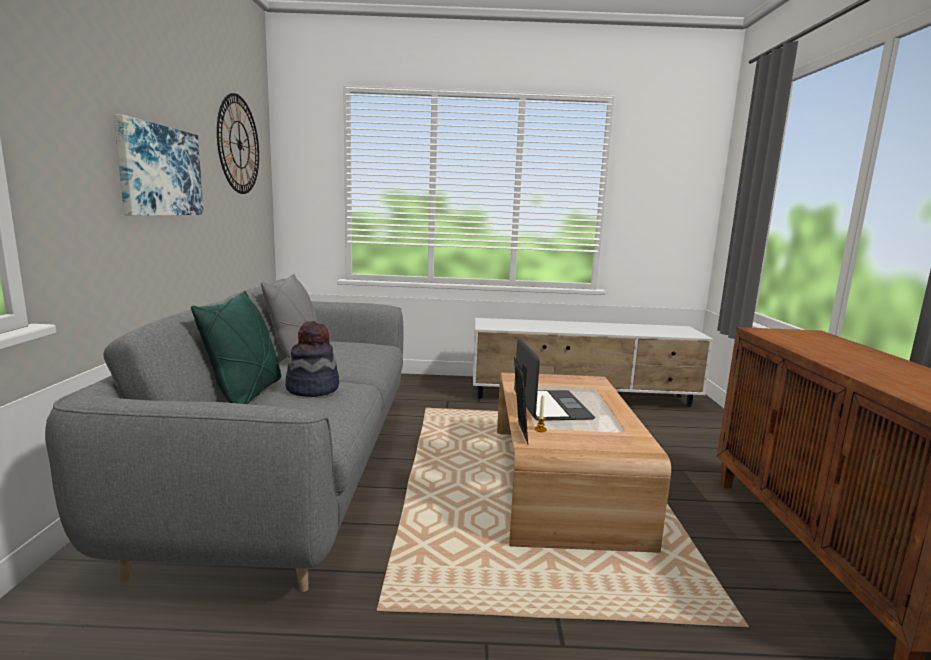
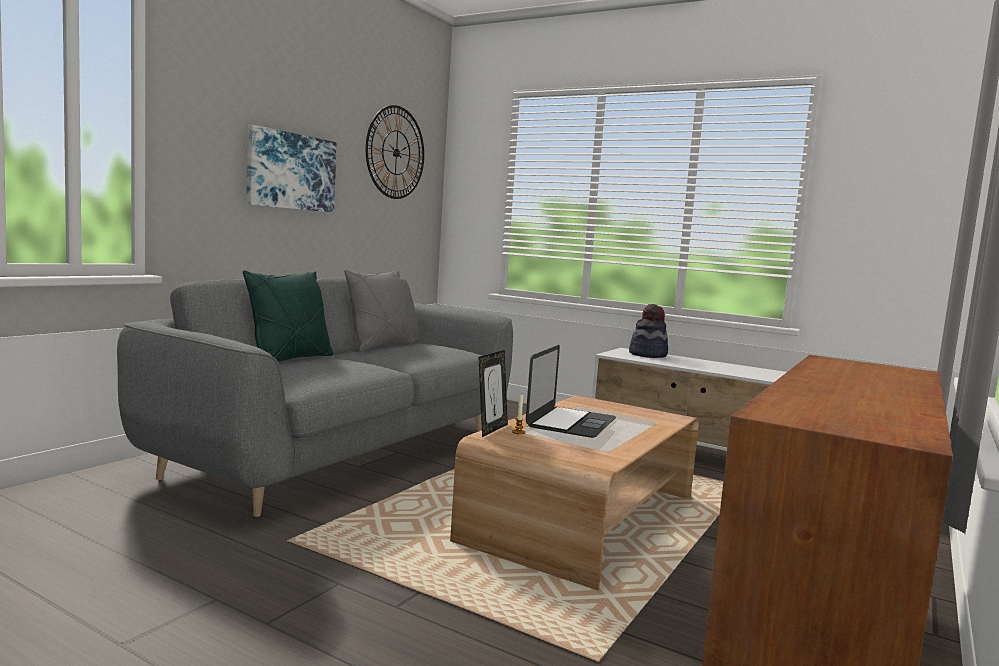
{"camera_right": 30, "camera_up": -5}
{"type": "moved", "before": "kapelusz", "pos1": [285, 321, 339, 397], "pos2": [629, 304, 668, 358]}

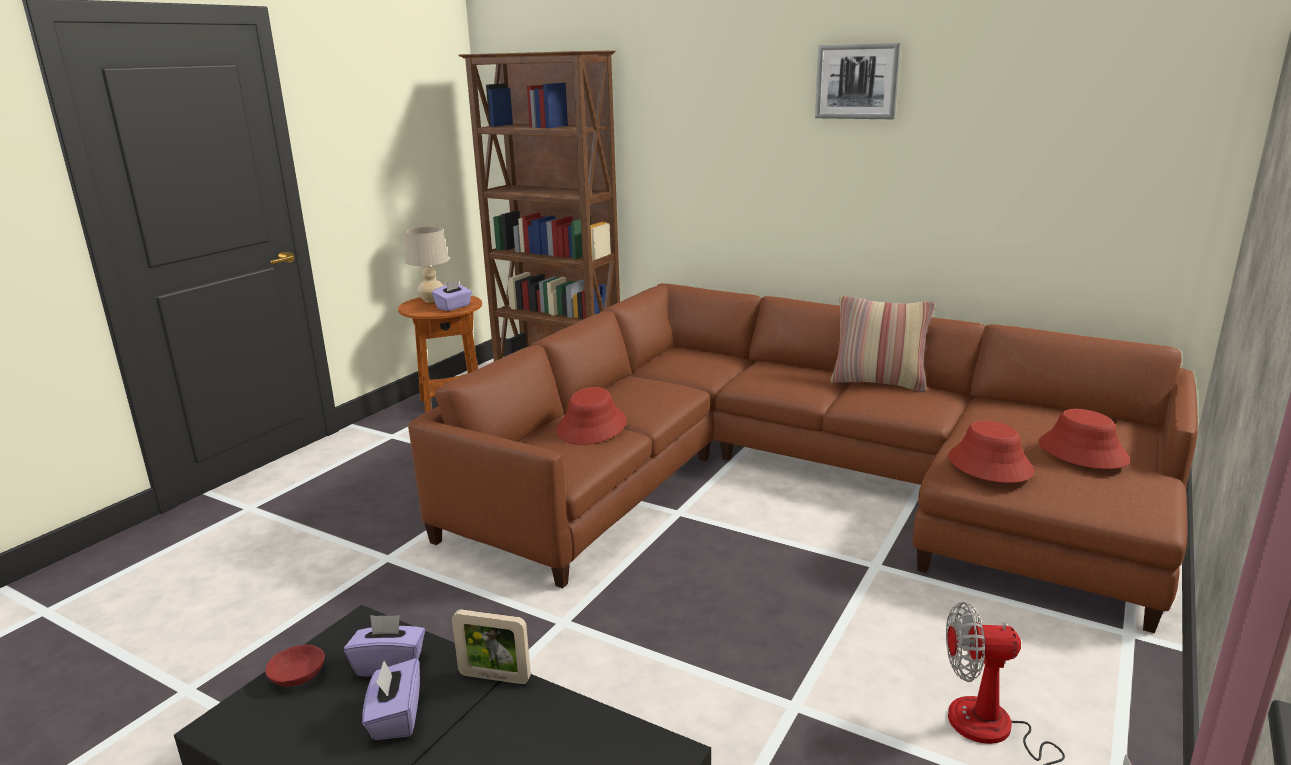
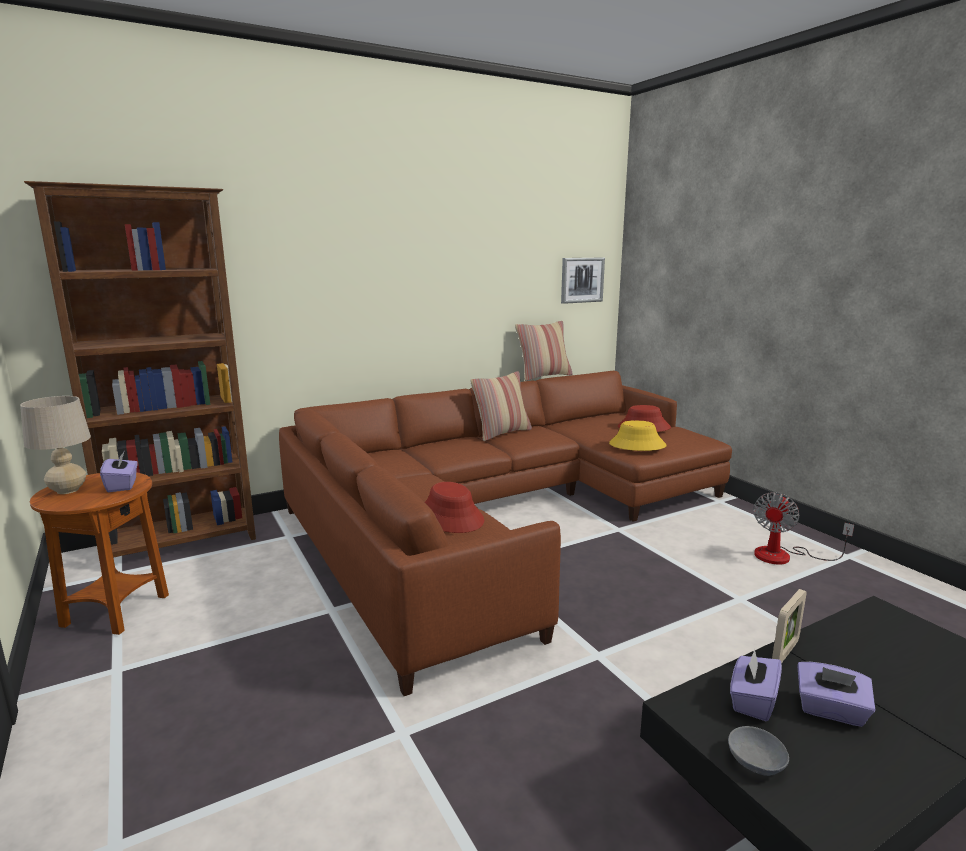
{"camera_right": -60, "camera_up": -5}
{"type": "added", "after": "poduszka", "pos2": [515, 321, 572, 381]}
{"type": "moved", "before": "obraz", "pos1": [815, 43, 901, 119], "pos2": [561, 258, 605, 304]}
{"type": "recoloured", "before": "miska [czerwony]", "after": "miska [szary]", "pos1": [265, 645, 325, 687], "pos2": [728, 726, 789, 776]}
{"type": "recoloured", "before": "kapelusz [czerwony]", "after": "kapelusz [żółty]", "pos1": [949, 420, 1034, 483], "pos2": [609, 420, 667, 451]}

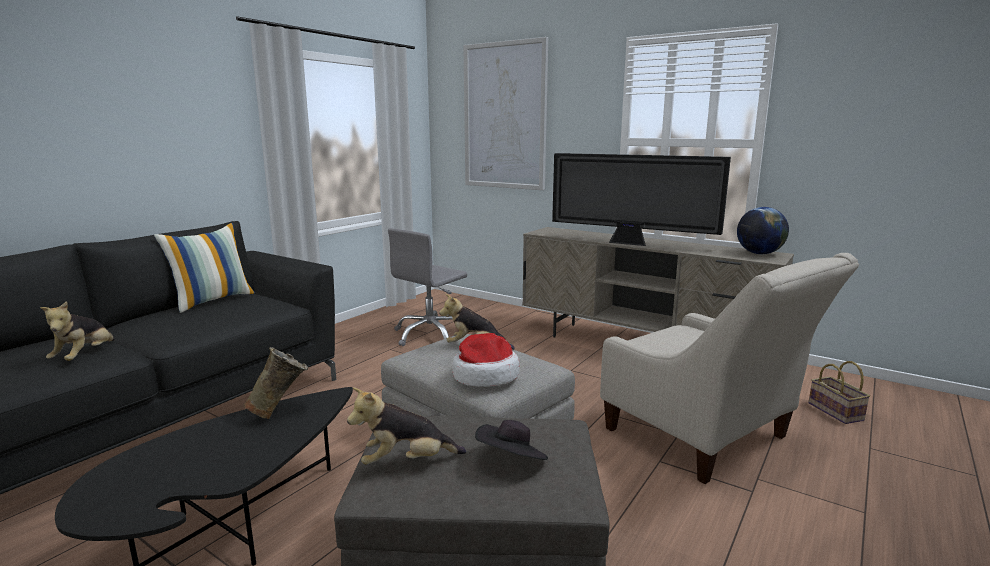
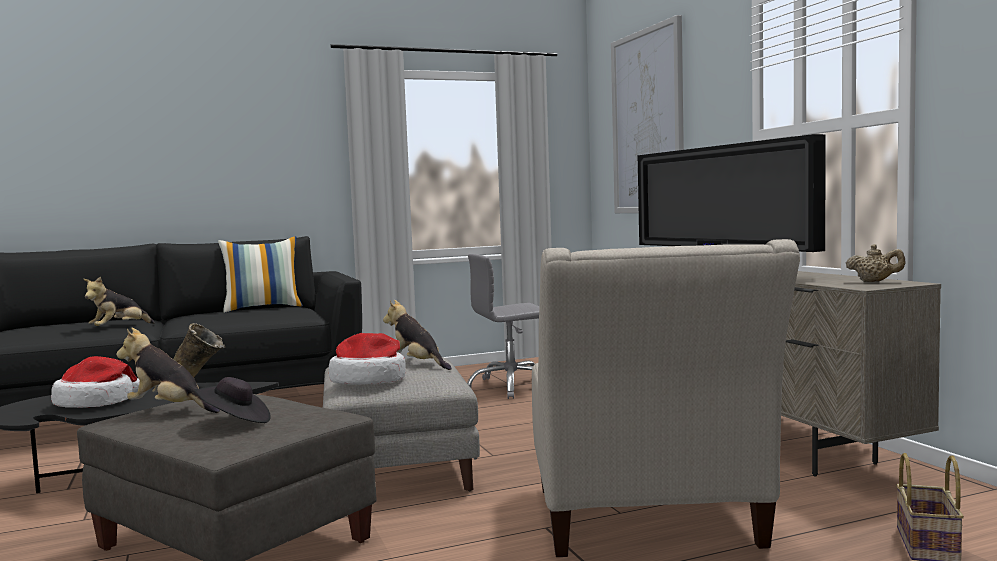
{"camera_right": 35, "camera_up": -10}
{"type": "added", "after": "kapelusz", "pos2": [51, 356, 140, 408]}
{"type": "replaced", "before": "globus", "after": "imbryk [beżowy]", "pos1": [737, 207, 789, 254], "pos2": [846, 244, 906, 282]}

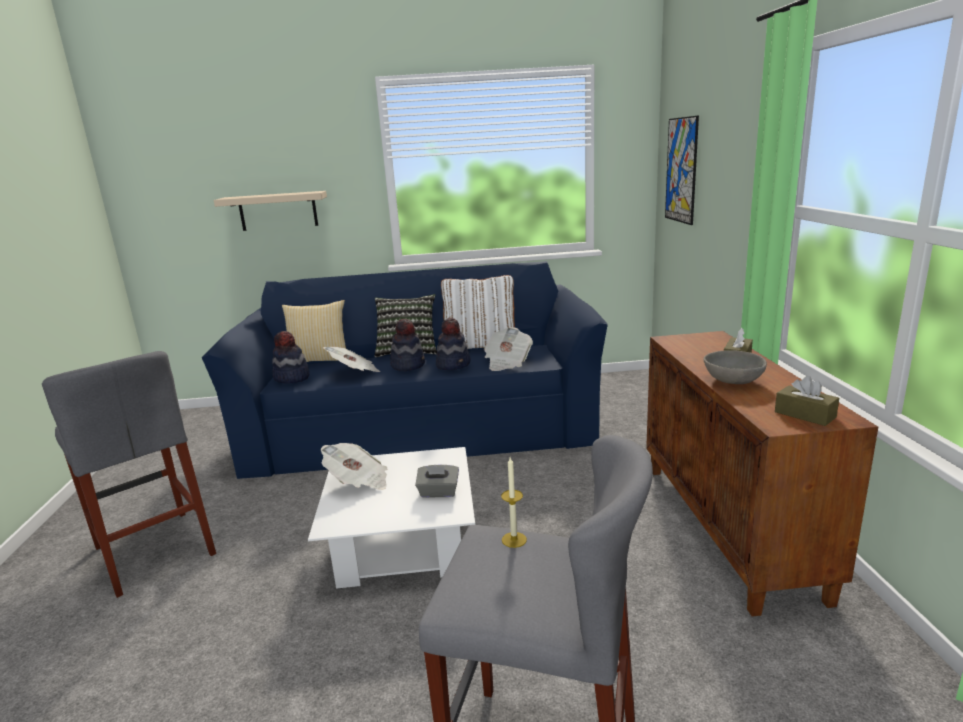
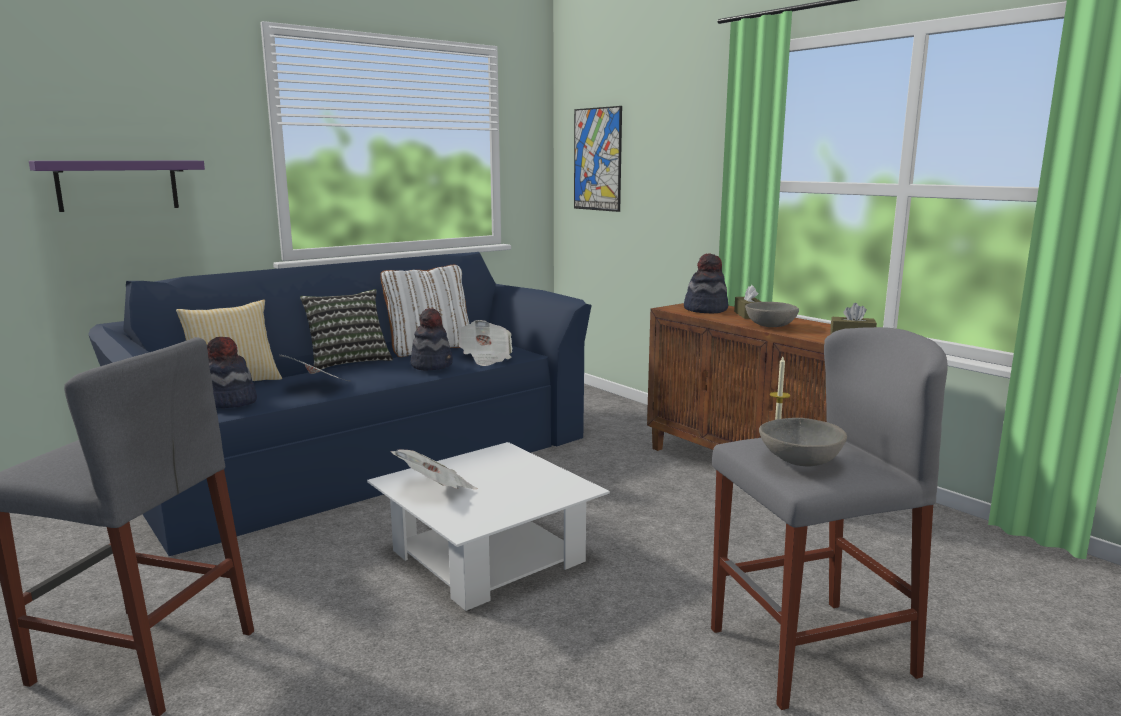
{"camera_right": -35, "camera_up": -5}
{"type": "removed", "before": "pudełko chusteczek [szary]", "pos1": [415, 465, 459, 498]}
{"type": "added", "after": "miska [szary]", "pos2": [759, 418, 847, 466]}
{"type": "moved", "before": "kapelusz", "pos1": [390, 319, 425, 371], "pos2": [684, 253, 728, 313]}
{"type": "recoloured", "before": "półka [beżowy]", "after": "półka [fioletowy]", "pos1": [214, 191, 327, 231], "pos2": [29, 161, 205, 212]}

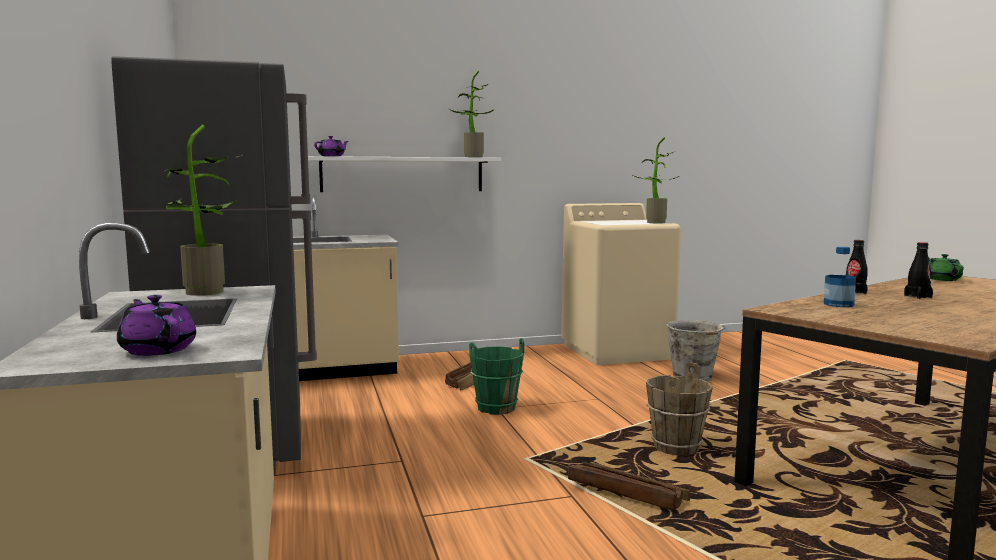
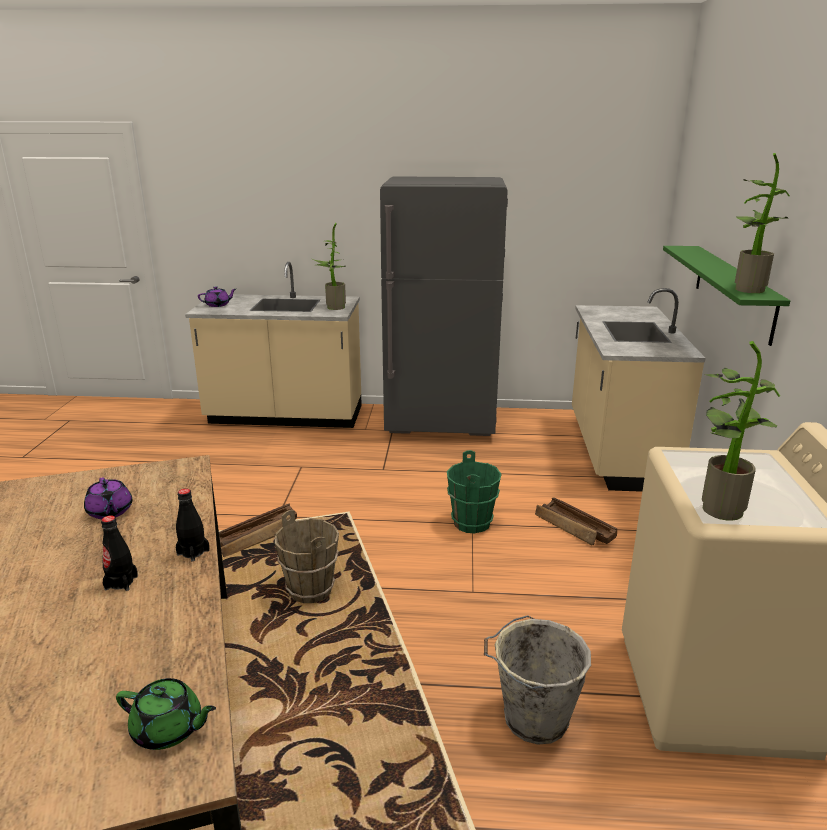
{"camera_right": 110, "camera_up": 15}
{"type": "removed", "before": "butelka", "pos1": [824, 246, 856, 307]}
{"type": "moved", "before": "imbryk [fioletowy]", "pos1": [314, 136, 348, 157], "pos2": [84, 477, 132, 519]}
{"type": "recoloured", "before": "półka [biały]", "after": "półka [zielony]", "pos1": [308, 156, 501, 192], "pos2": [663, 246, 790, 346]}

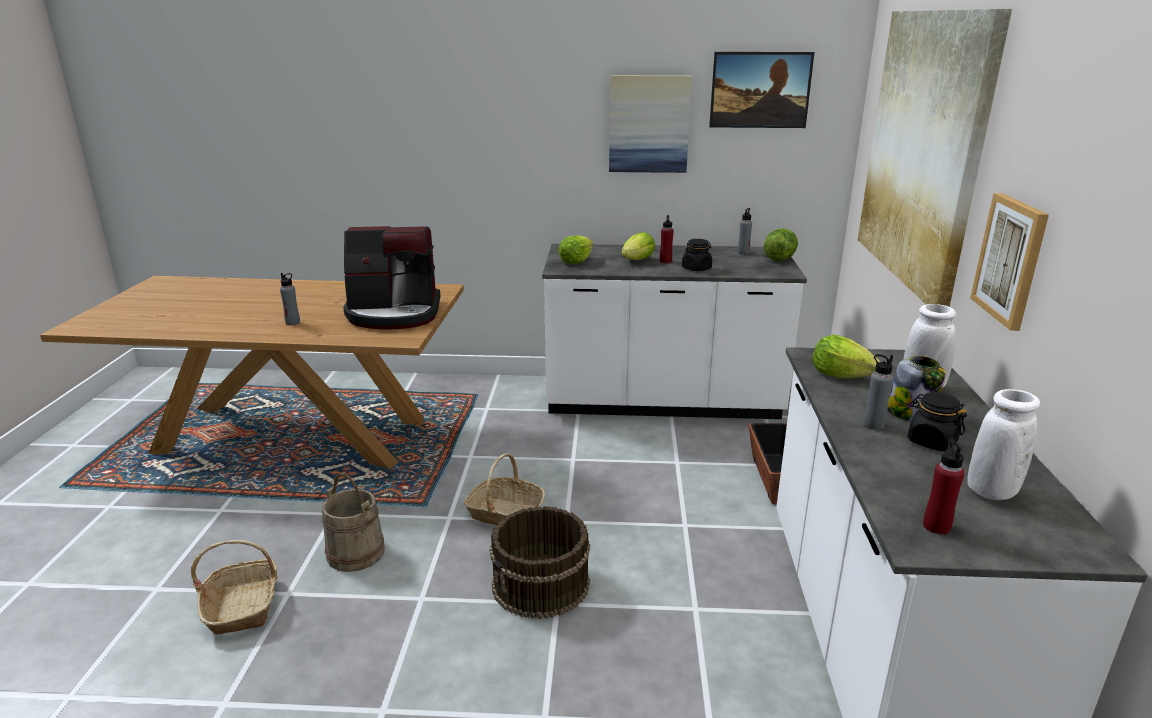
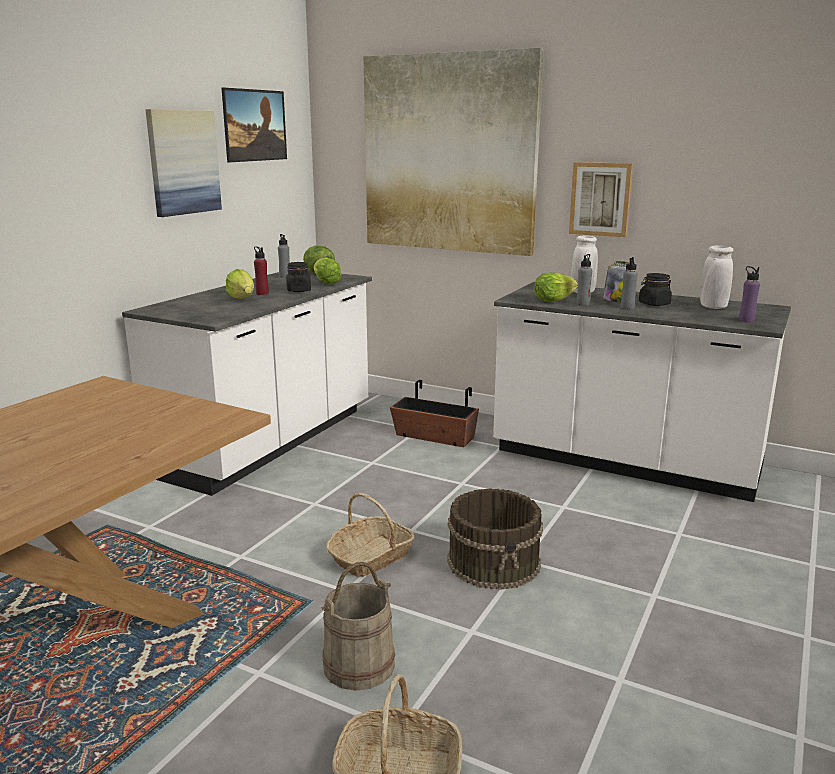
{"camera_right": -65, "camera_up": -5}
{"type": "removed", "before": "ekspres do kawy", "pos1": [343, 226, 440, 330]}
{"type": "moved", "before": "butelka [szary]", "pos1": [280, 273, 300, 325], "pos2": [576, 254, 592, 306]}
{"type": "moved", "before": "sałata", "pos1": [558, 235, 593, 264], "pos2": [314, 257, 341, 285]}
{"type": "recoloured", "before": "butelka [czerwony]", "after": "butelka [fioletowy]", "pos1": [923, 438, 964, 535], "pos2": [739, 266, 760, 323]}

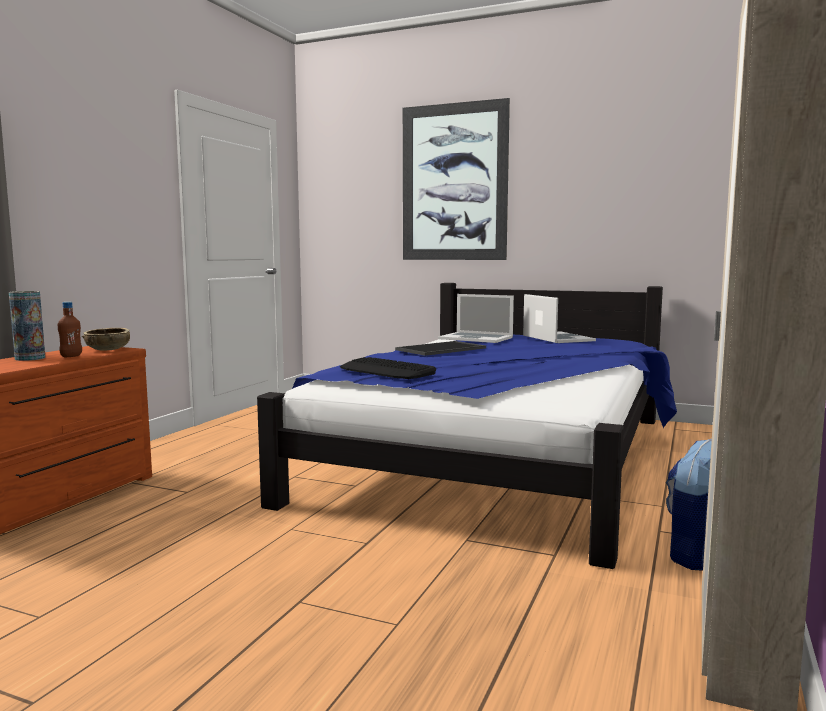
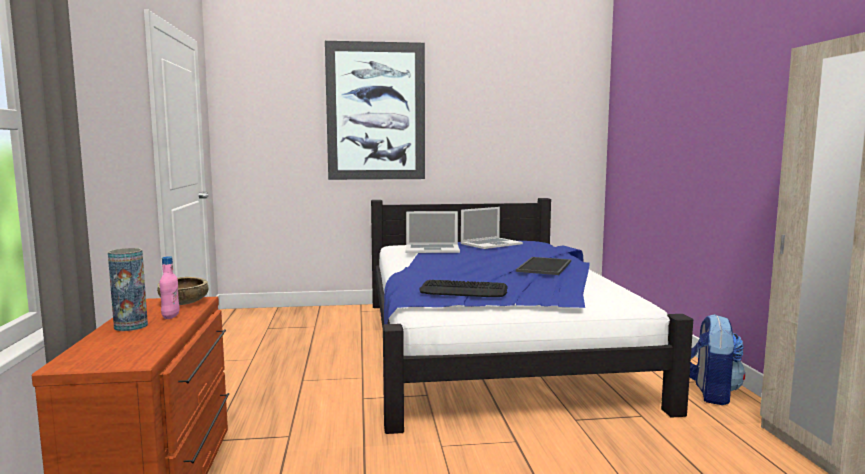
{"camera_right": -30, "camera_up": 0}
{"type": "moved", "before": "taca", "pos1": [395, 341, 486, 356], "pos2": [516, 257, 571, 275]}
{"type": "recoloured", "before": "butelka [brązowy]", "after": "butelka [różowy]", "pos1": [58, 302, 82, 357], "pos2": [159, 256, 179, 319]}
{"type": "turned", "before": "laptop", "pos1": [523, 294, 596, 343], "pos2": [461, 207, 523, 249], "turn": 105}

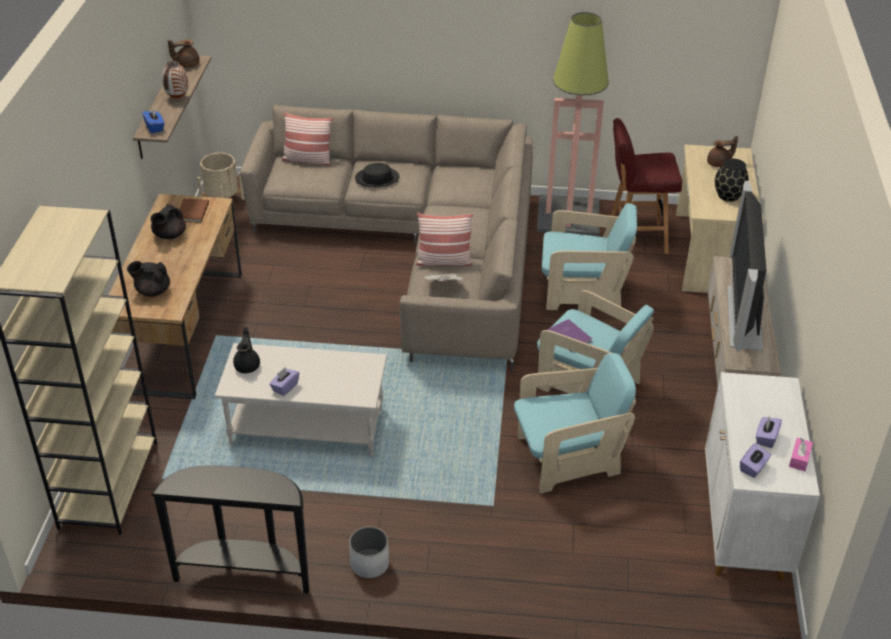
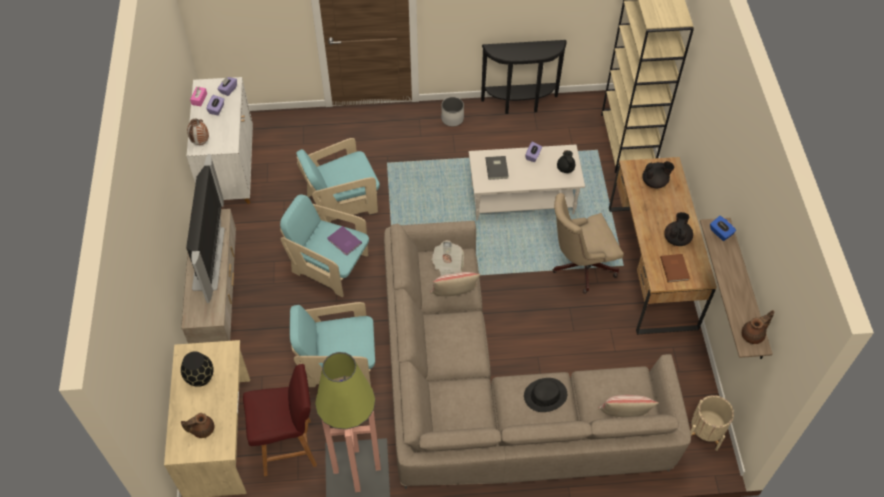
{"camera_right": 170, "camera_up": 15}
{"type": "added", "after": "książka [szary]", "pos2": [486, 156, 509, 180]}
{"type": "added", "after": "krzesło biurowe [beżowy]", "pos2": [552, 193, 624, 294]}
{"type": "moved", "before": "wazon", "pos1": [162, 61, 188, 98], "pos2": [187, 119, 209, 145]}

